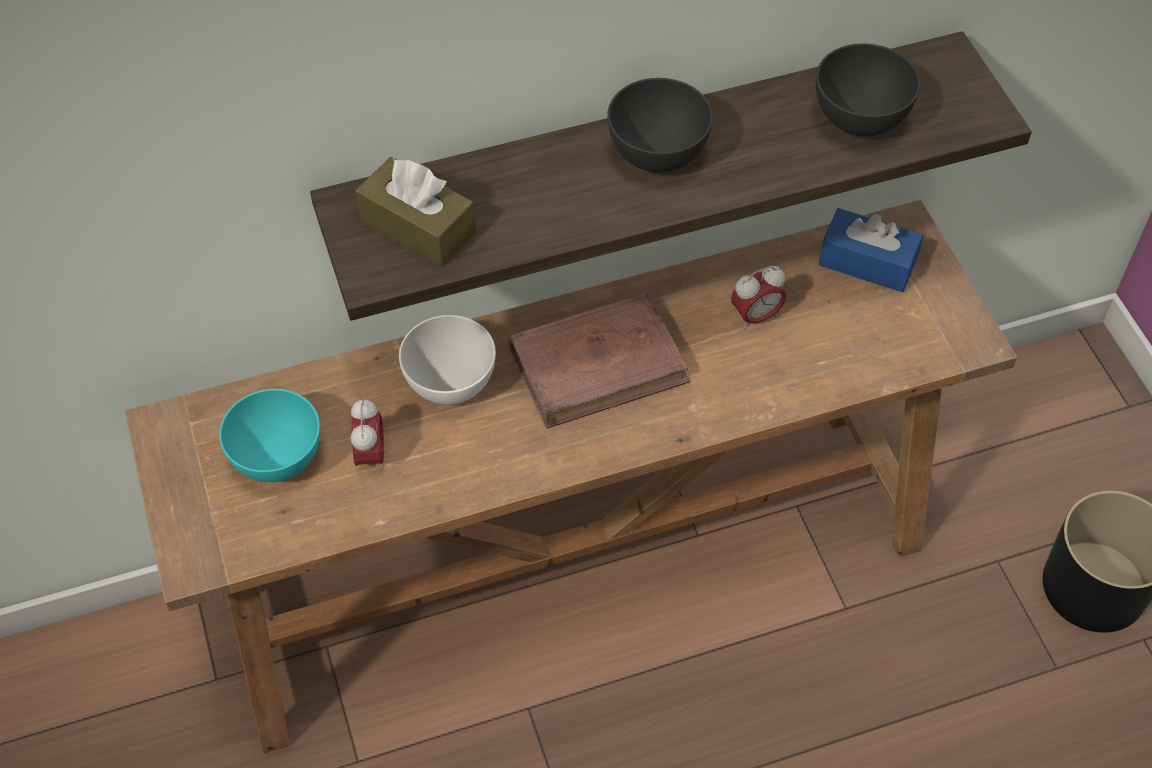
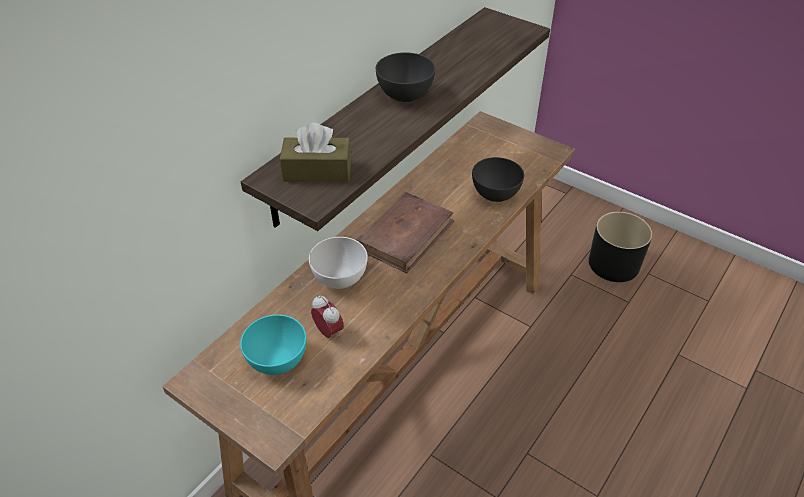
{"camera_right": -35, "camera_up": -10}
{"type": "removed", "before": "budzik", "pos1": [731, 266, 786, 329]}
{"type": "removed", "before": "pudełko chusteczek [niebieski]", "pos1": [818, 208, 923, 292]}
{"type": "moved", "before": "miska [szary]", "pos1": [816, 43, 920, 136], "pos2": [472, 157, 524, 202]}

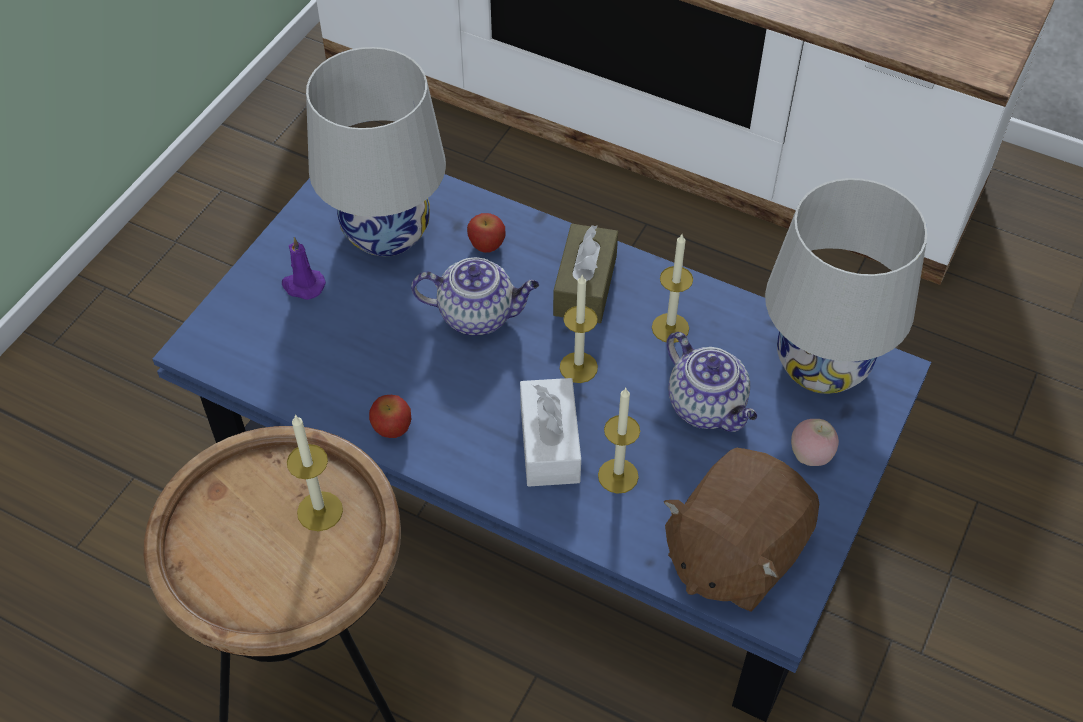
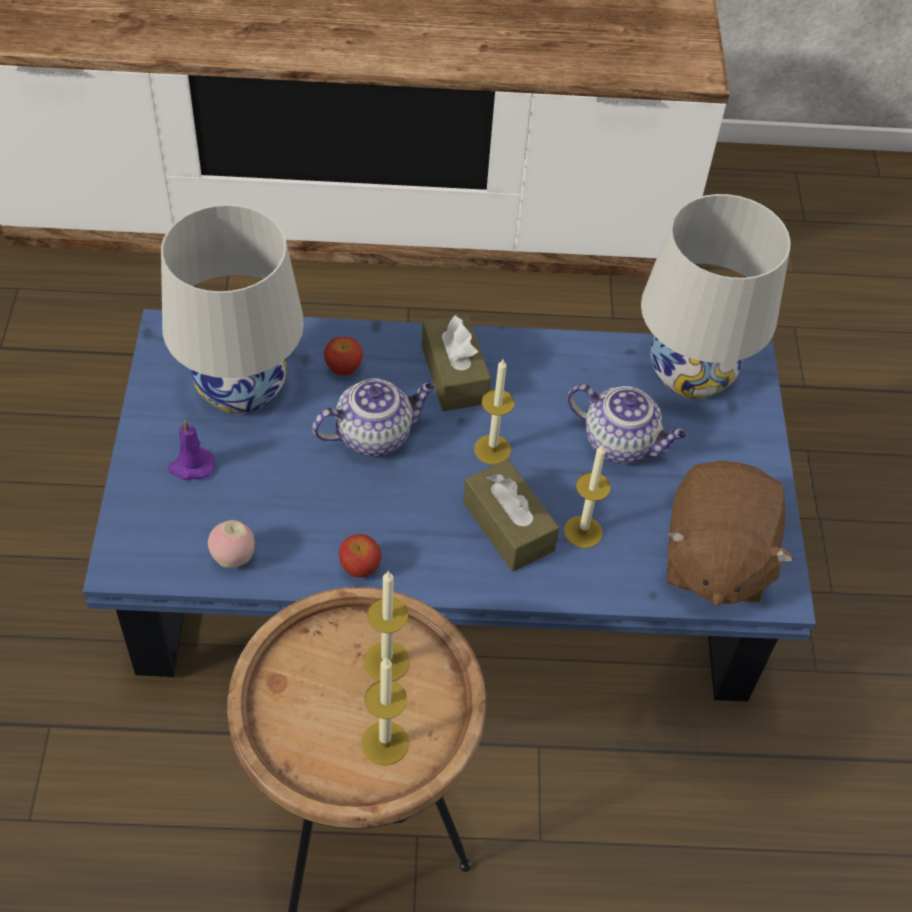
{"camera_right": -30, "camera_up": 0}
{"type": "moved", "before": "świeca", "pos1": [652, 234, 693, 343], "pos2": [361, 657, 409, 766]}
{"type": "moved", "before": "jabłko", "pos1": [791, 419, 839, 466], "pos2": [208, 520, 255, 568]}
{"type": "recoloured", "before": "pudełko chusteczek [biały]", "after": "pudełko chusteczek [brązowy]", "pos1": [520, 378, 581, 487], "pos2": [463, 459, 560, 571]}

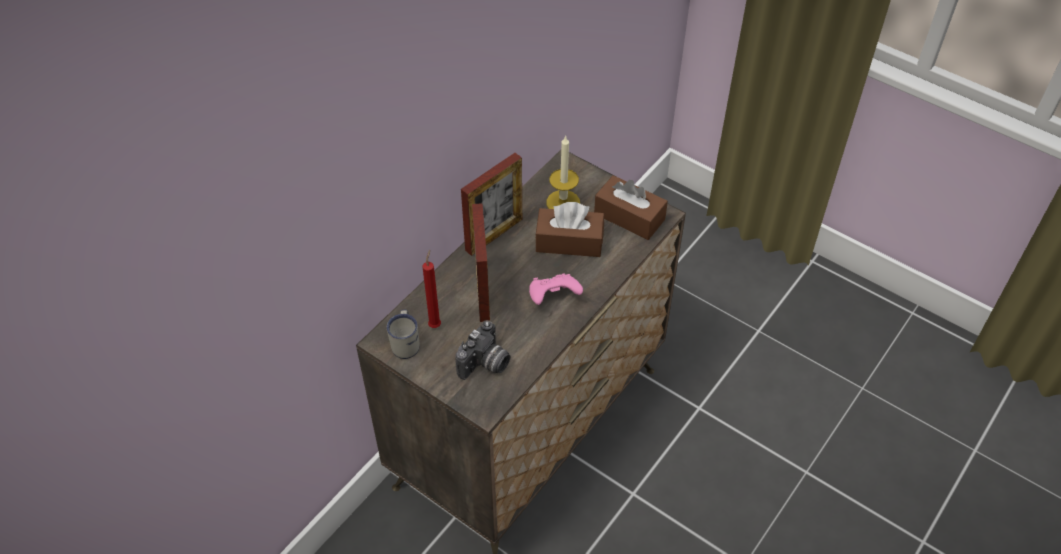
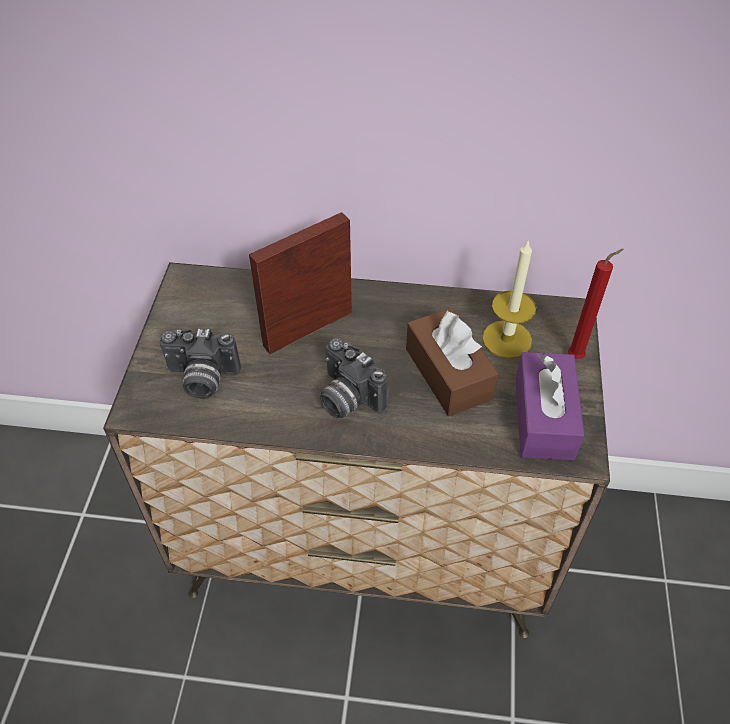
{"camera_right": 60, "camera_up": 0}
{"type": "removed", "before": "kubek [biały]", "pos1": [387, 310, 420, 359]}
{"type": "removed", "before": "ramka na zdjęcie", "pos1": [461, 153, 522, 256]}
{"type": "moved", "before": "świeca [czerwony]", "pos1": [423, 250, 441, 328], "pos2": [568, 249, 624, 359]}
{"type": "replaced", "before": "pad do gier [różowy]", "after": "aparat fotograficzny", "pos1": [529, 273, 583, 305], "pos2": [320, 338, 388, 419]}
{"type": "recoloured", "before": "pudełko chusteczek [brązowy]", "after": "pudełko chusteczek [fioletowy]", "pos1": [594, 175, 668, 240], "pos2": [516, 352, 585, 460]}

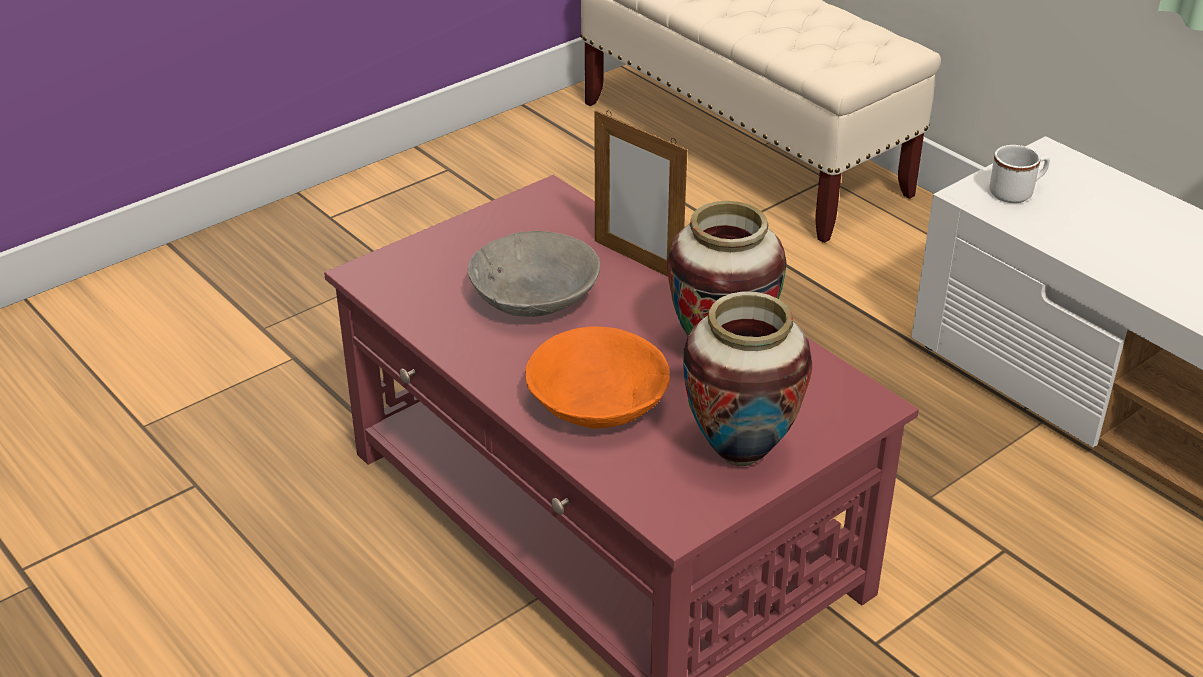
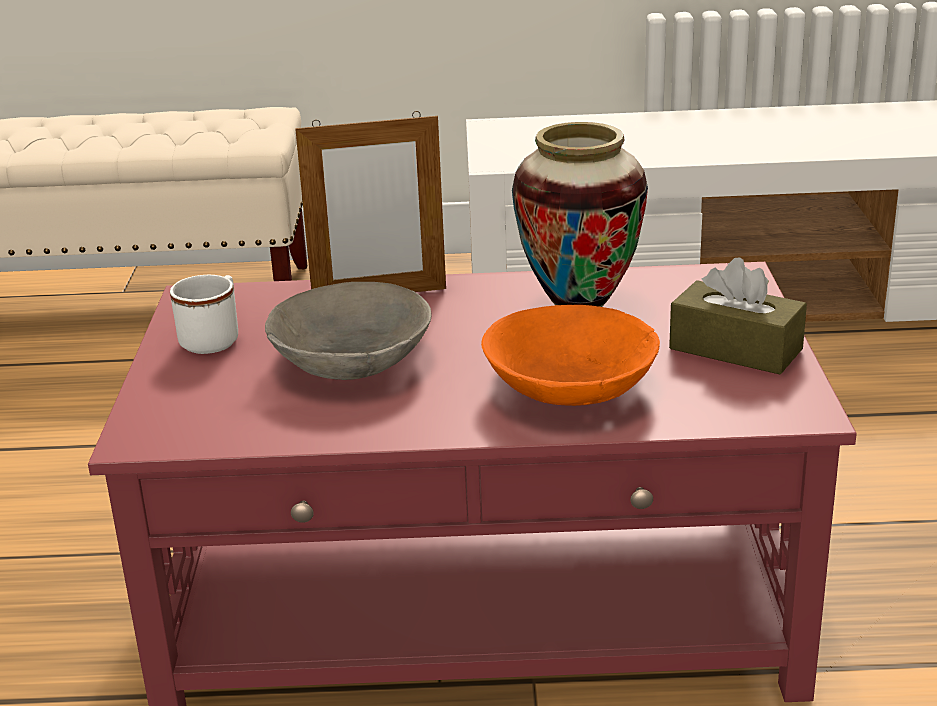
{"camera_right": -50, "camera_up": -10}
{"type": "moved", "before": "kubek [biały]", "pos1": [990, 145, 1050, 203], "pos2": [170, 275, 238, 354]}
{"type": "replaced", "before": "wazon", "after": "pudełko chusteczek [brązowy]", "pos1": [683, 292, 813, 466], "pos2": [669, 257, 807, 375]}

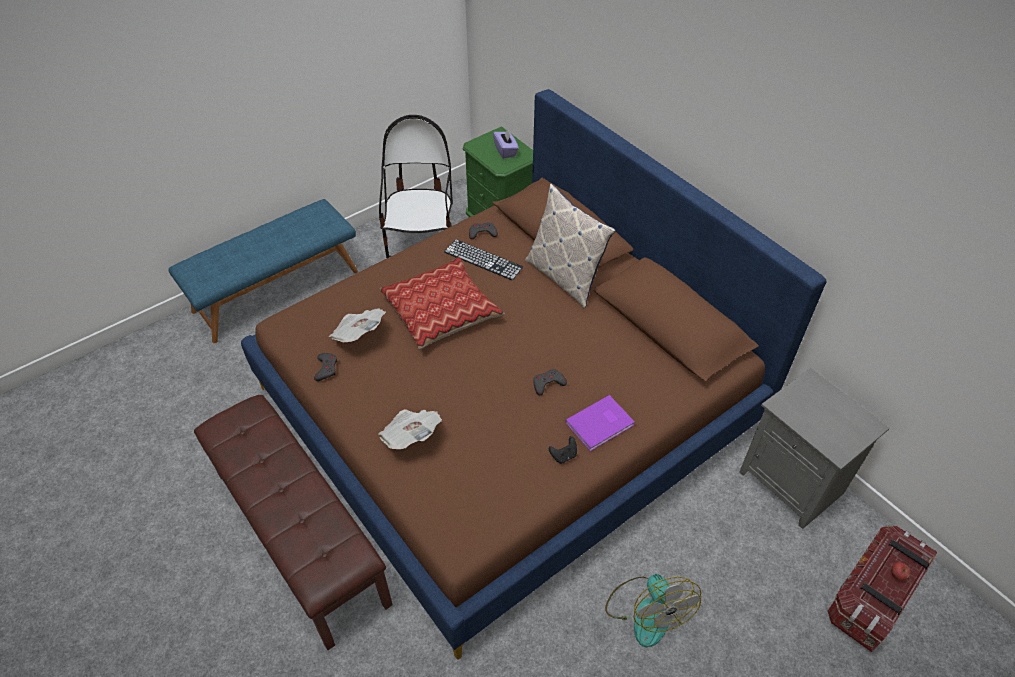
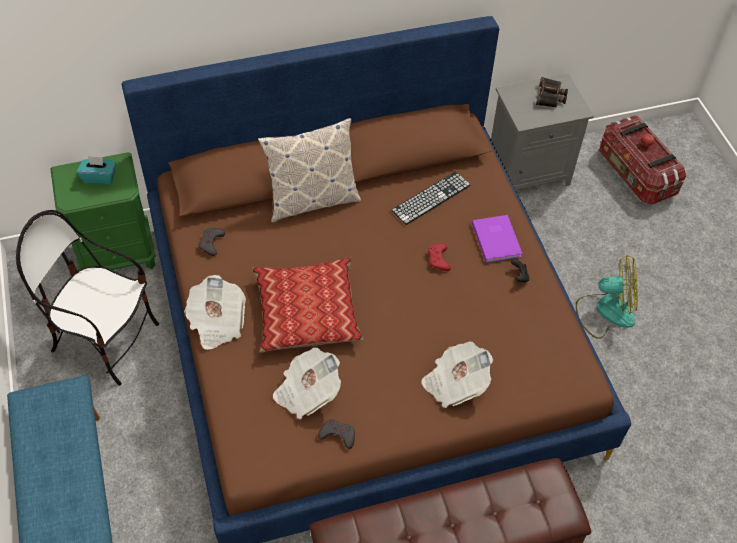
{"camera_right": -70, "camera_up": 5}
{"type": "added", "after": "gazeta", "pos2": [184, 275, 246, 350]}
{"type": "added", "after": "lornetka", "pos2": [536, 77, 568, 107]}
{"type": "moved", "before": "klawiatura", "pos1": [444, 239, 523, 281], "pos2": [391, 171, 470, 225]}
{"type": "recoloured", "before": "pudełko chusteczek [fioletowy]", "after": "pudełko chusteczek [turkusowy]", "pos1": [493, 129, 519, 159], "pos2": [77, 156, 116, 185]}
{"type": "recoloured", "before": "pad do gier [szary]", "after": "pad do gier [czerwony]", "pos1": [533, 369, 567, 396], "pos2": [428, 243, 451, 271]}

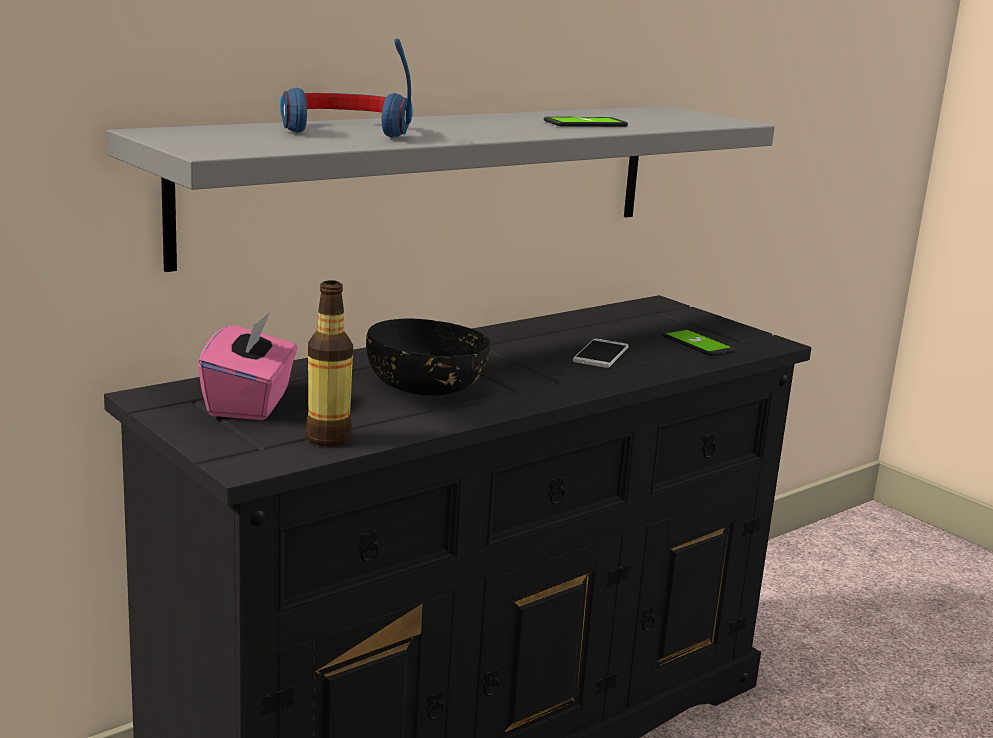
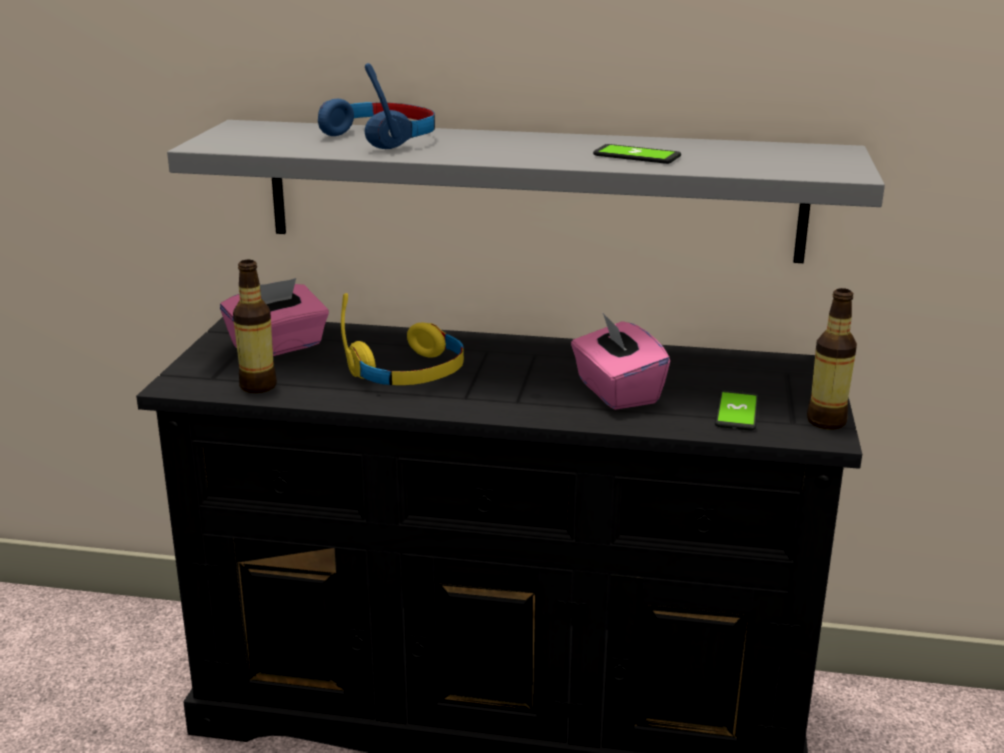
{"camera_right": 50, "camera_up": 5}
{"type": "added", "after": "butelka", "pos2": [807, 288, 857, 429]}
{"type": "replaced", "before": "miska [czarny]", "after": "słuchawki [żółty]", "pos1": [366, 319, 490, 396], "pos2": [341, 293, 464, 385]}
{"type": "replaced", "before": "telefon", "after": "pudełko chusteczek [różowy]", "pos1": [573, 339, 629, 368], "pos2": [571, 313, 670, 410]}

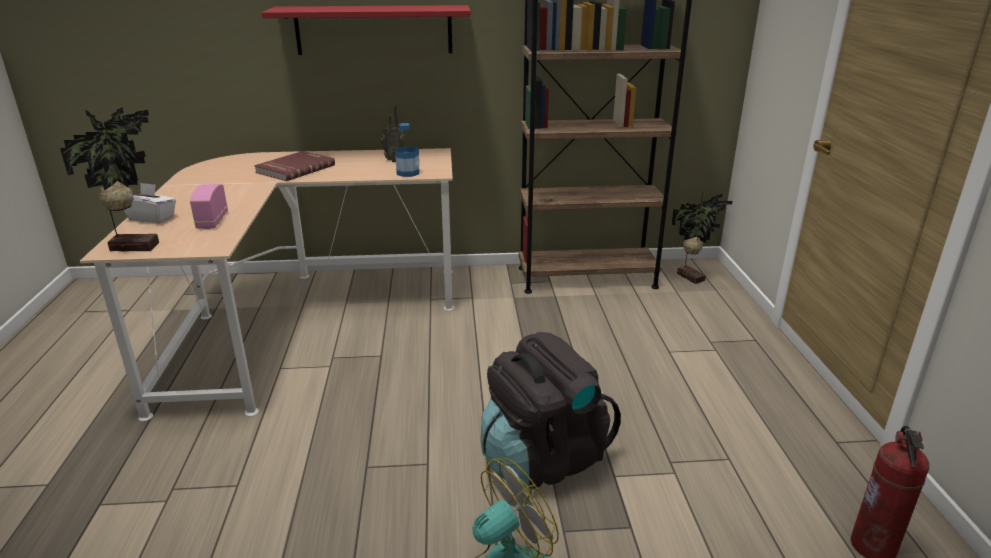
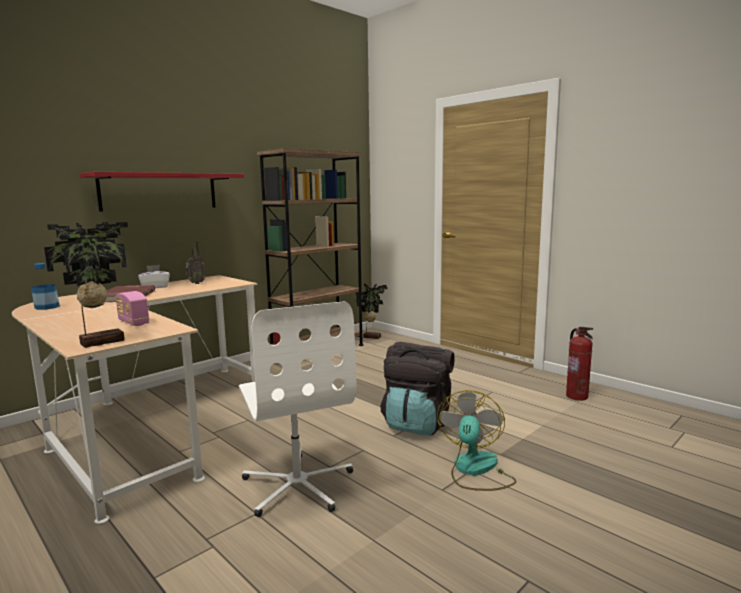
{"camera_right": -40, "camera_up": -15}
{"type": "added", "after": "krzesło biurowe [biały]", "pos2": [239, 301, 357, 517]}
{"type": "moved", "before": "pudełko chusteczek [biały]", "pos1": [124, 182, 176, 223], "pos2": [138, 265, 170, 288]}
{"type": "moved", "before": "butelka", "pos1": [395, 123, 419, 177], "pos2": [31, 263, 60, 310]}

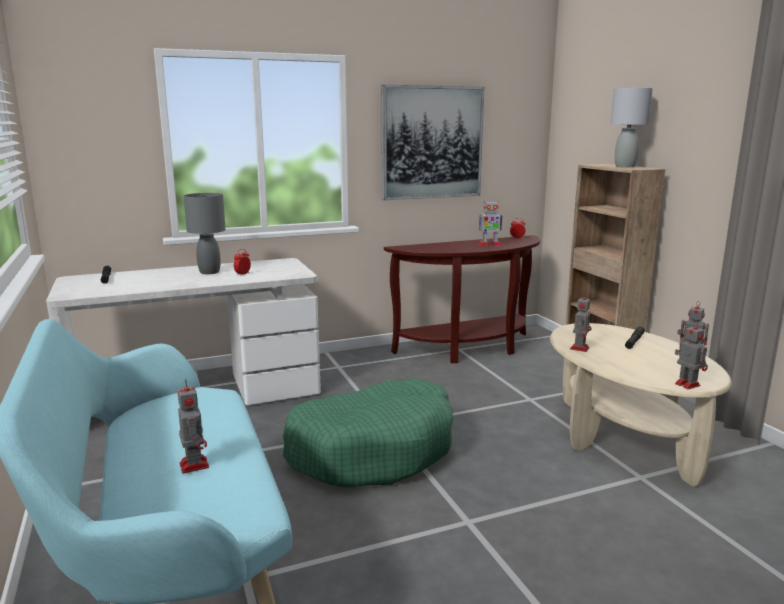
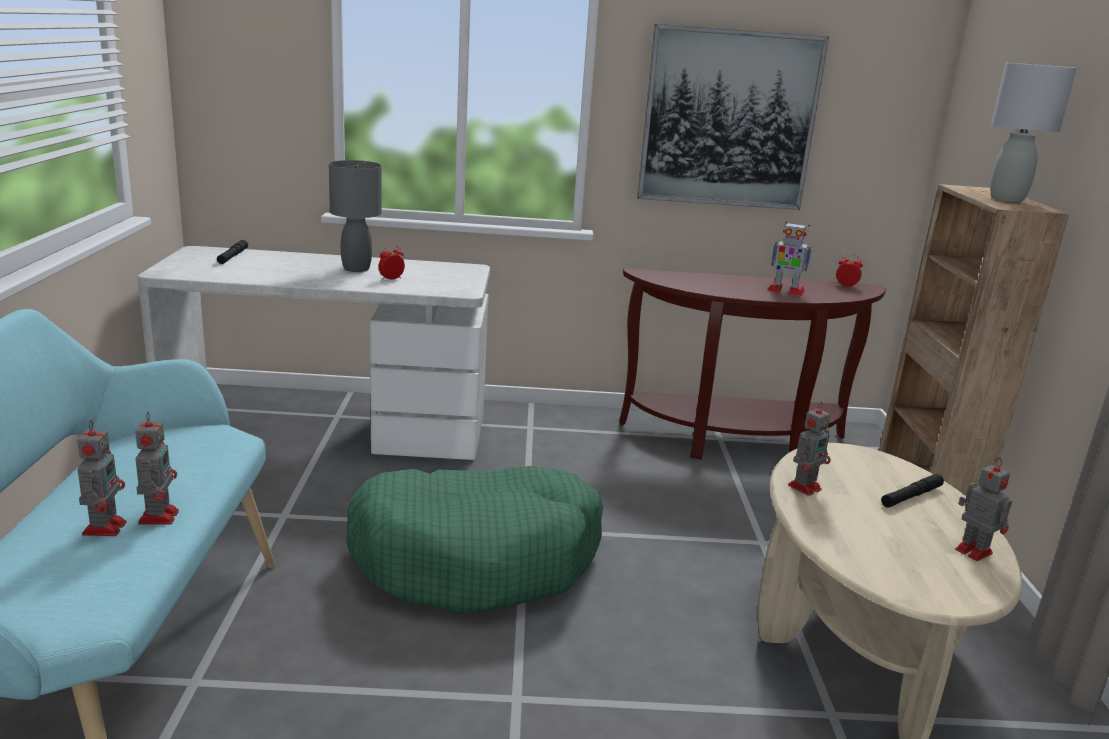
{"camera_right": 20, "camera_up": 5}
{"type": "moved", "before": "robot zabawkowy", "pos1": [675, 321, 708, 389], "pos2": [135, 412, 179, 524]}

